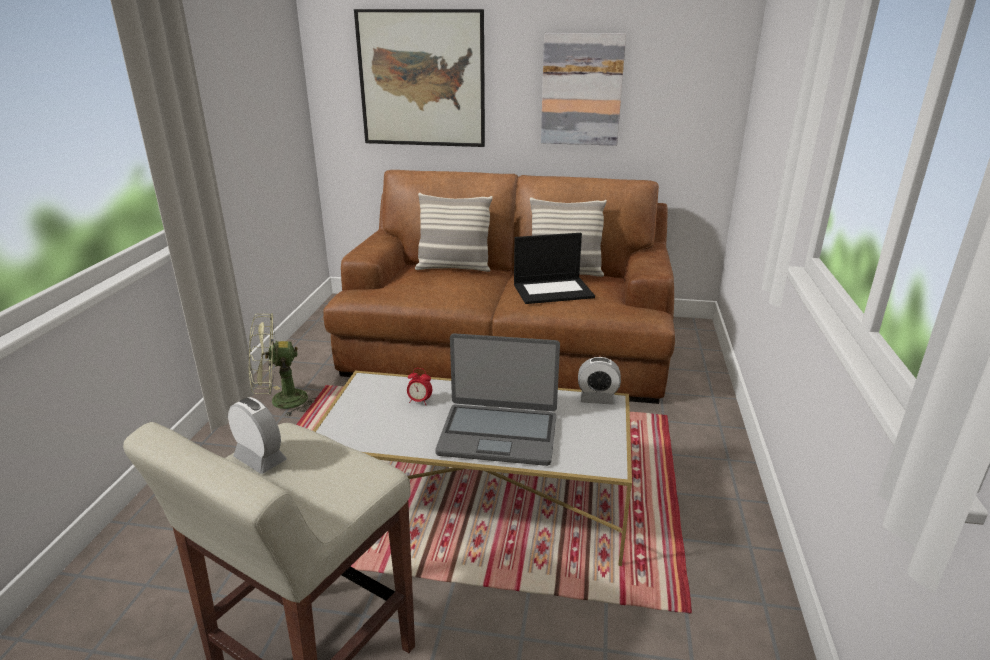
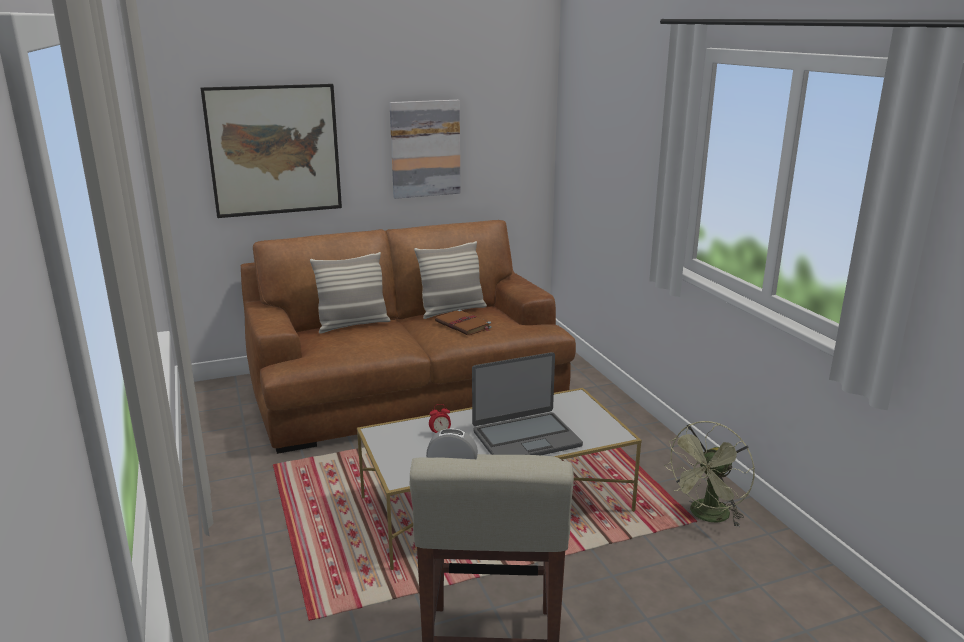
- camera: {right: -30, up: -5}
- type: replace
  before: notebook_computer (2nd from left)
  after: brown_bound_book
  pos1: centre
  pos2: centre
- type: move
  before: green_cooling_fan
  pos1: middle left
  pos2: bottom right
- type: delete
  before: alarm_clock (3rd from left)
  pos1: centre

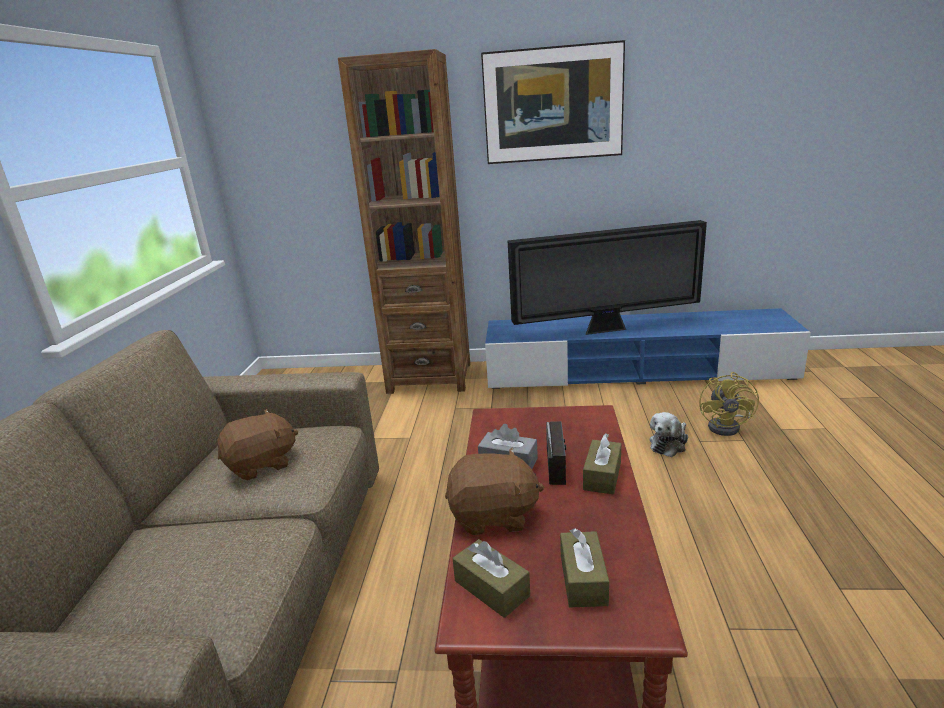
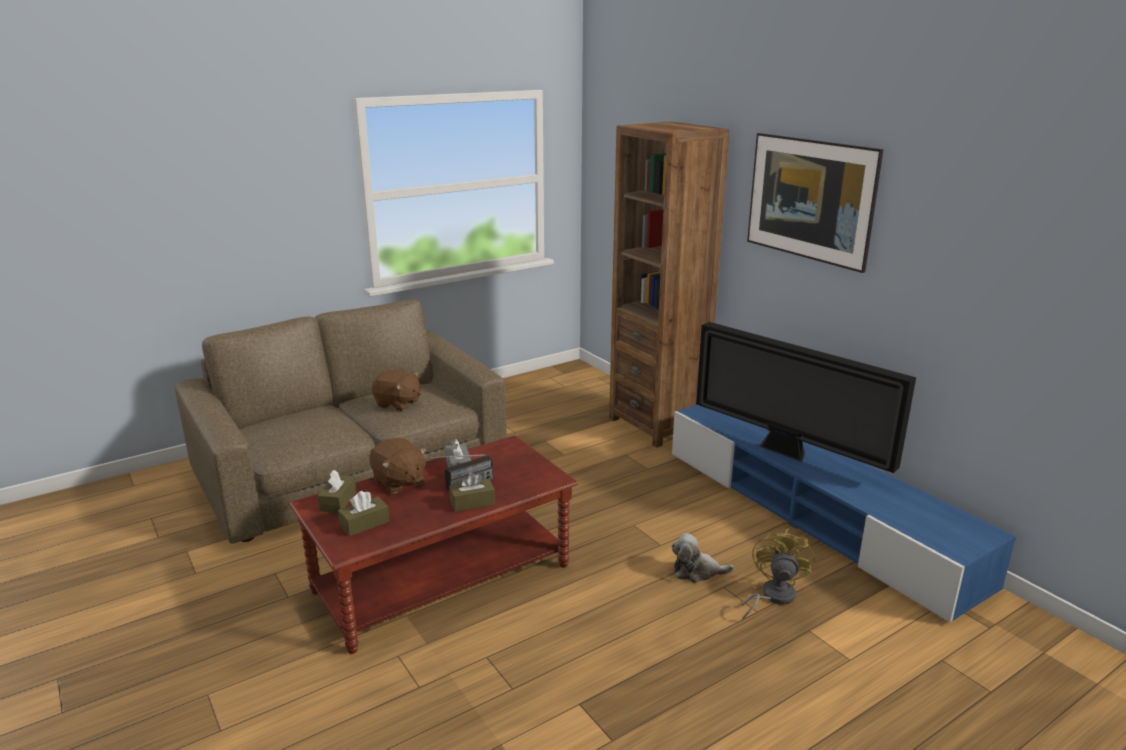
- camera: {right: 50, up: 0}
- type: rotate
  before: yellowish_cooling_fan
  pos1: middle right
  pos2: bottom right
  turn: 135

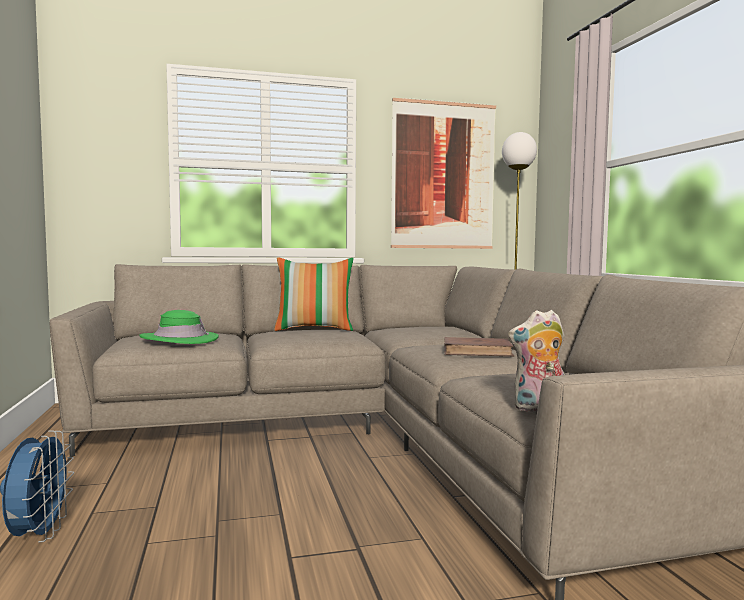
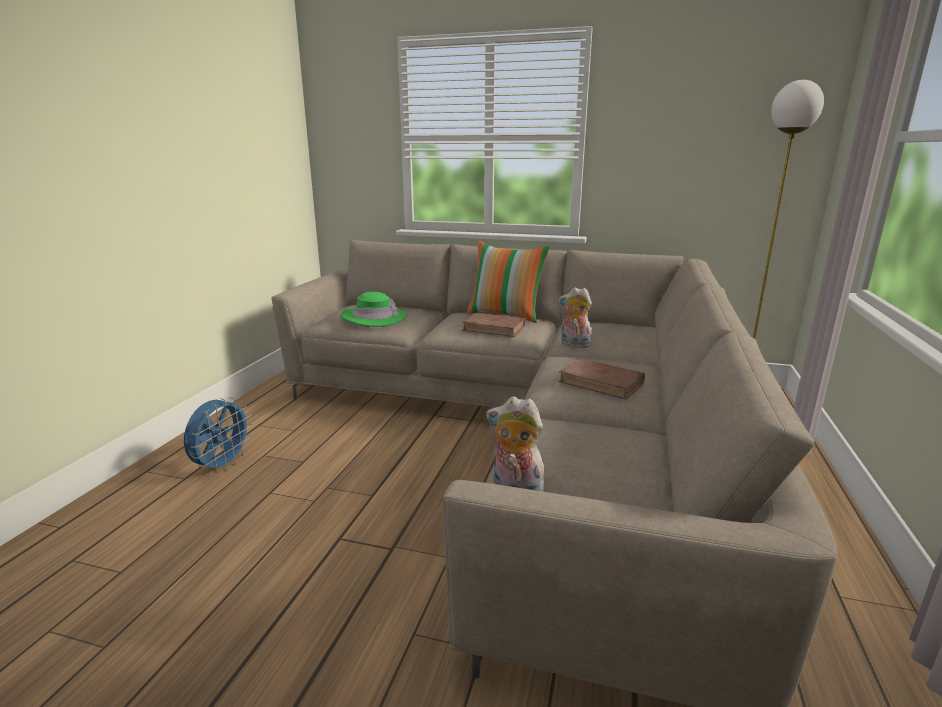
- camera: {right: 30, up: 15}
- type: insert
  after: brown_bound_book (1st from left)
  pos2: centre
- type: insert
  after: soft_toy (2nd from left)
  pos2: centre
- type: delete
  before: wall_picture
  pos1: top centre

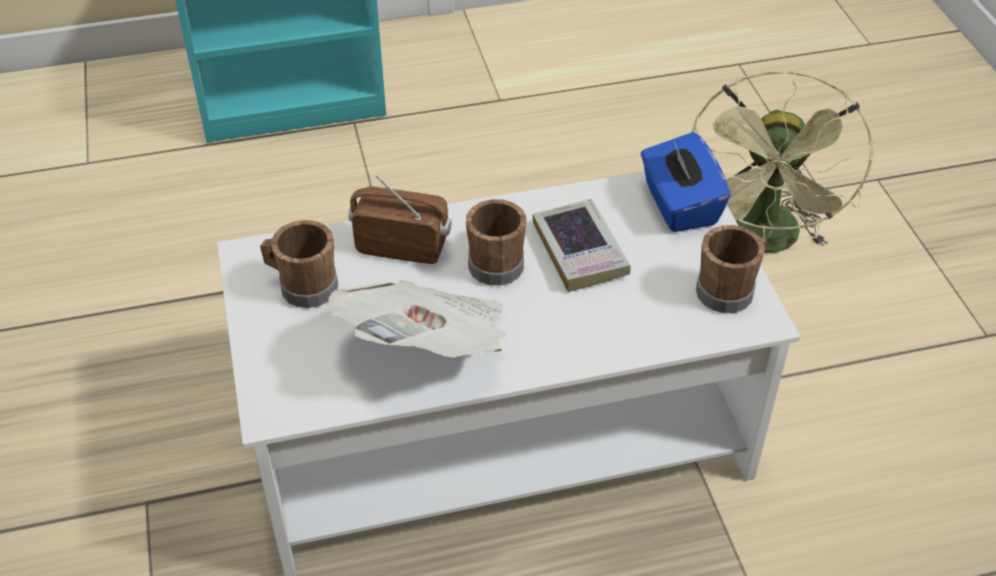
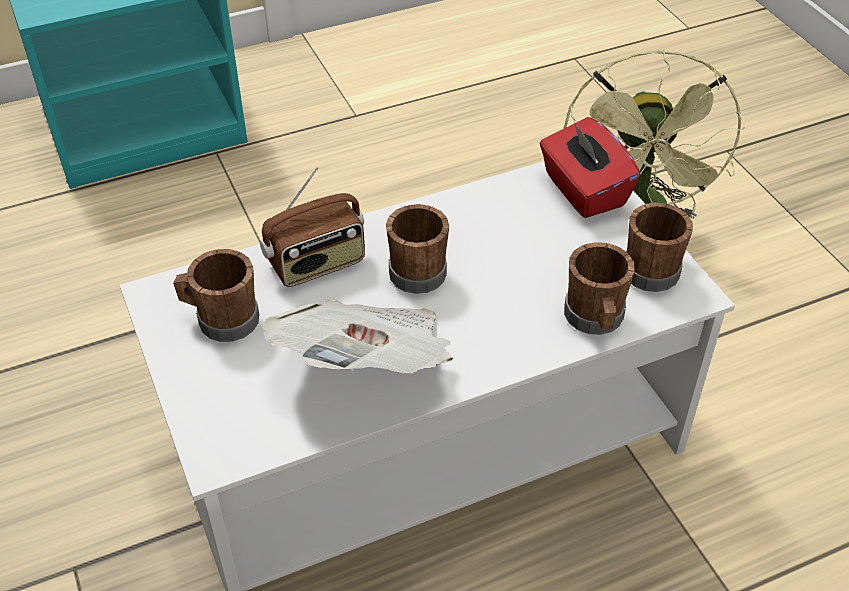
- camera: {right: -10, up: 0}
- type: rotate
  before: radio
  pos1: centre
  pos2: centre
  turn: 150
- type: recolor
  before: bluish_tissue_box
  after: red-coloured_tissue_box
  pos1: top right
  pos2: top right
- type: insert
  after: brown_mug (3rd from left)
  pos2: middle right
- type: delete
  before: bound_book
  pos1: centre

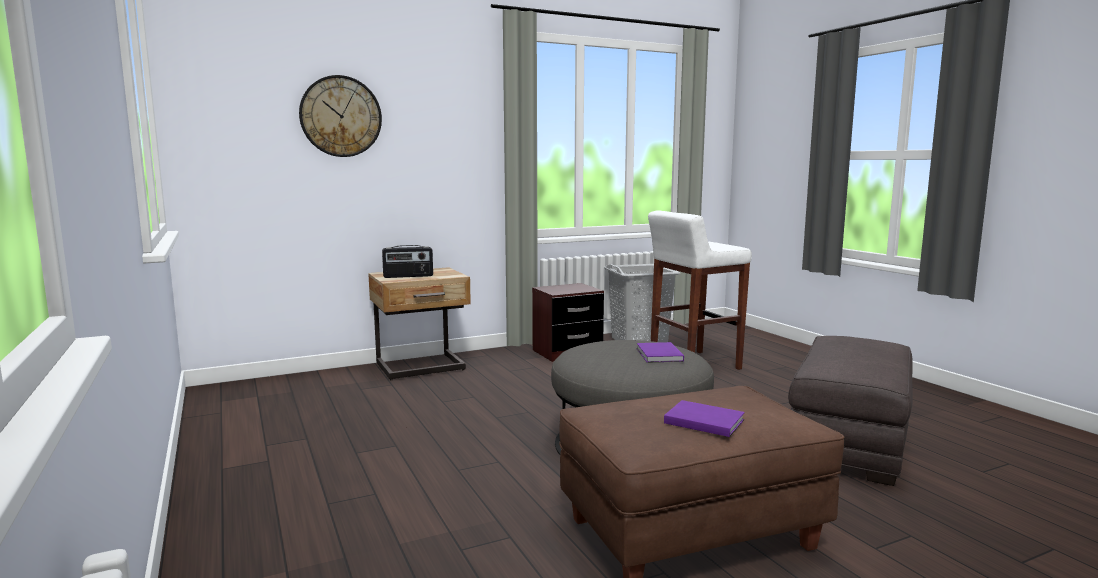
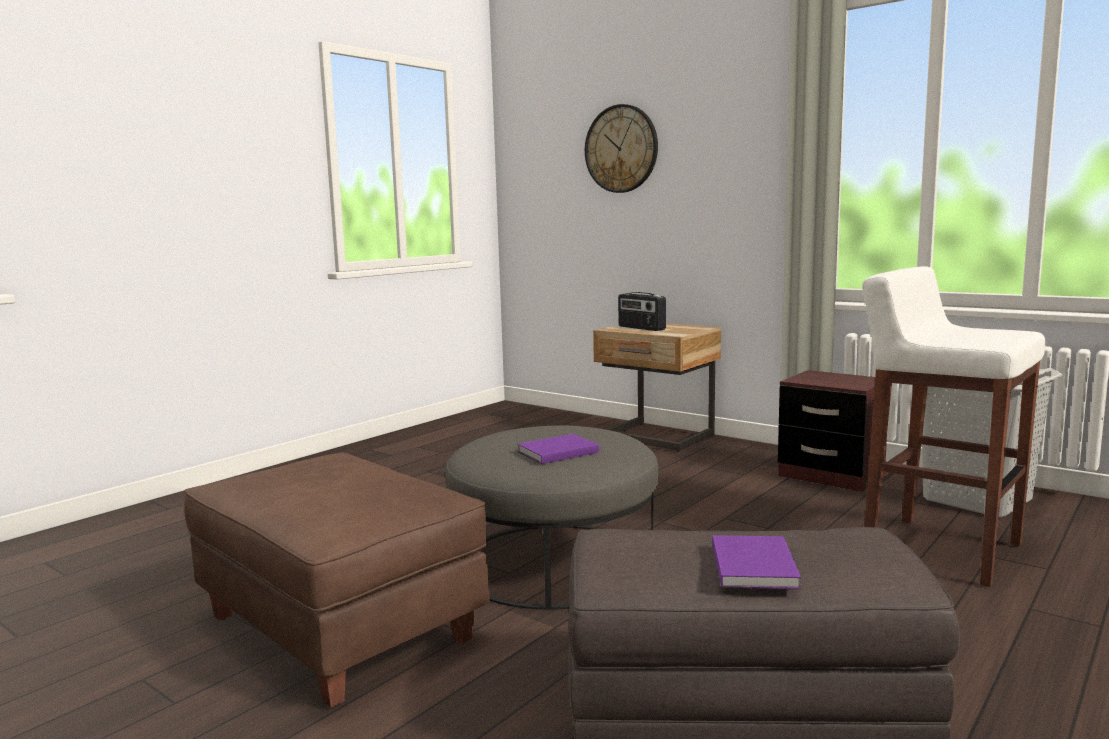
- camera: {right: 65, up: 0}
- type: move
  before: purple-coloured_bound_book (2nd from left)
  pos1: bottom centre
  pos2: bottom right

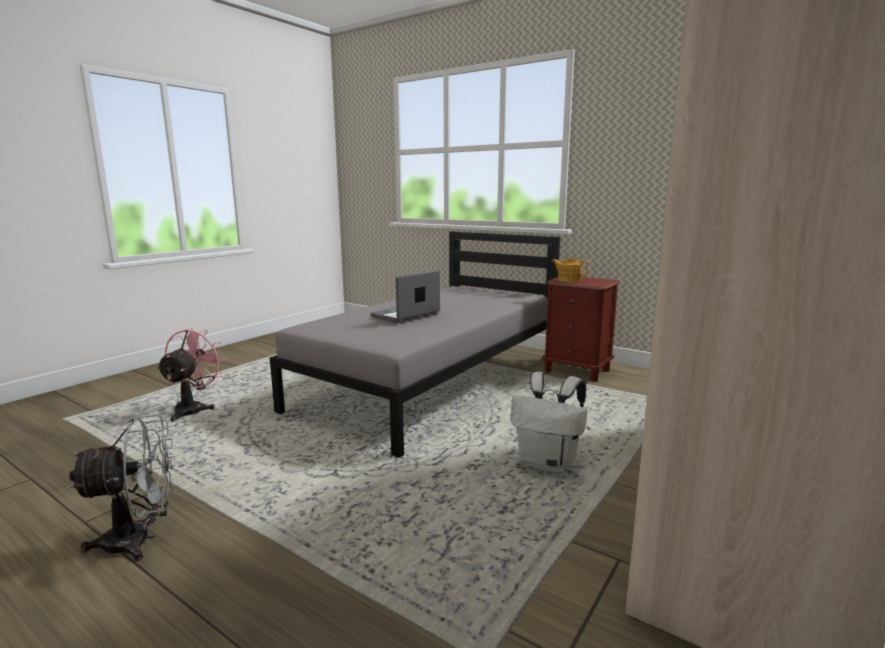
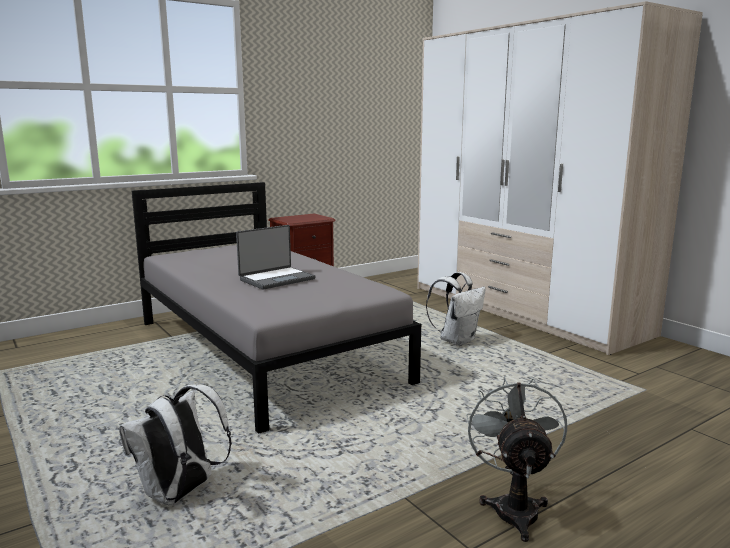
- camera: {right: -70, up: 0}
- type: replace
  before: pink-coloured_cooling_fan
  after: white-coloured_knapsack (1st from left)
  pos1: middle left
  pos2: bottom left
- type: rotate
  before: notebook_computer
  pos1: centre
  pos2: centre
  turn: -105
- type: delete
  before: teapot
  pos1: centre

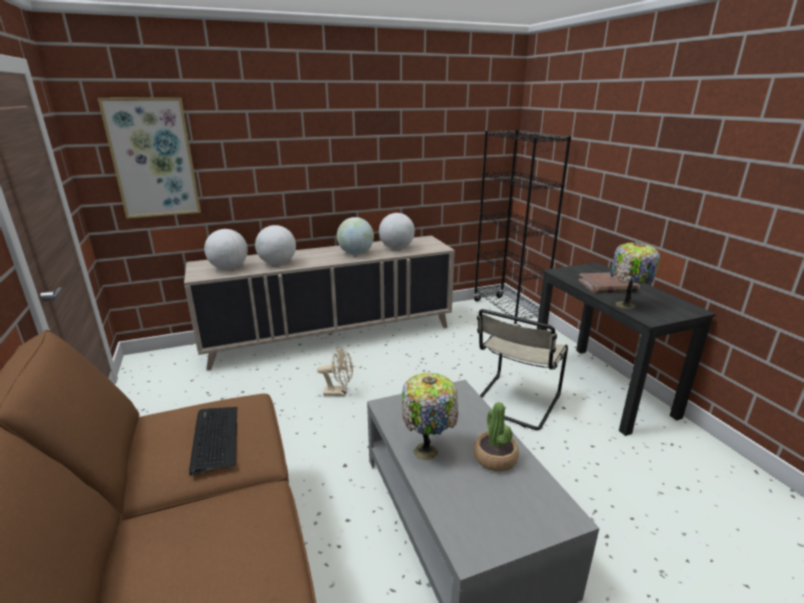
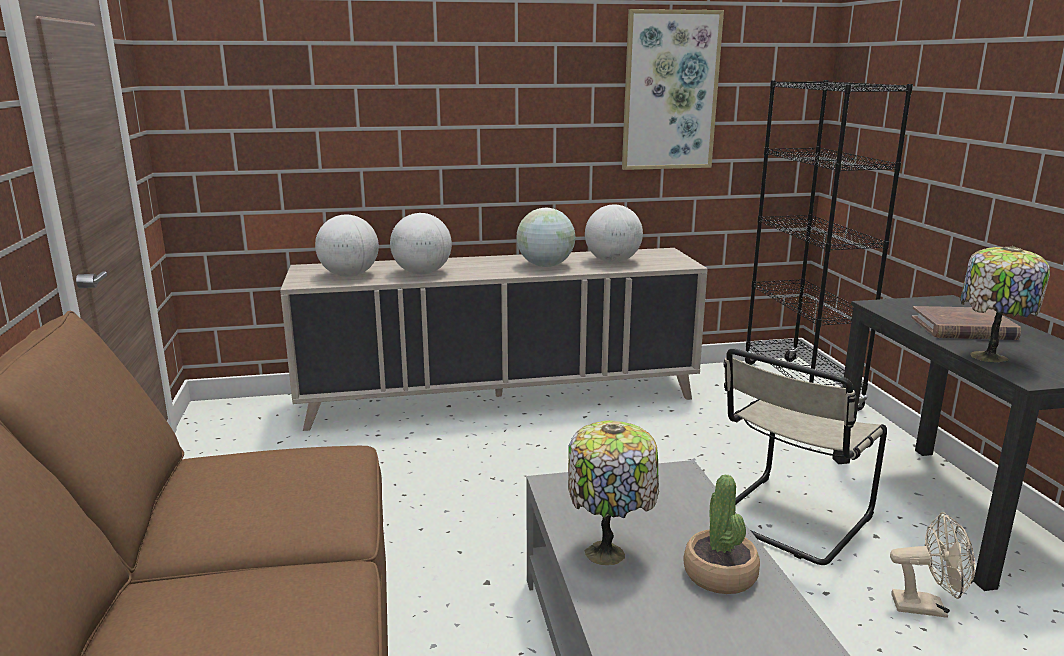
- camera: {right: 10, up: -5}
- type: move
  before: wall_picture
  pos1: top left
  pos2: top centre
- type: move
  before: beige_cooling_fan
  pos1: centre
  pos2: bottom right
- type: delete
  before: keyboard
  pos1: bottom left

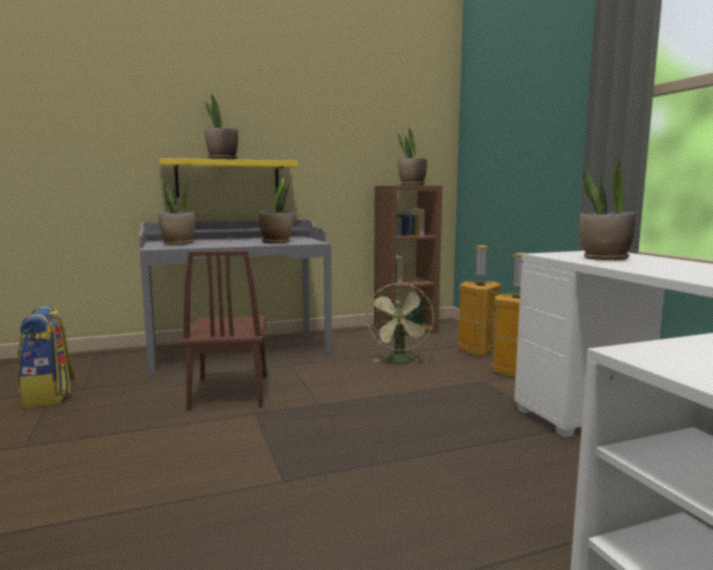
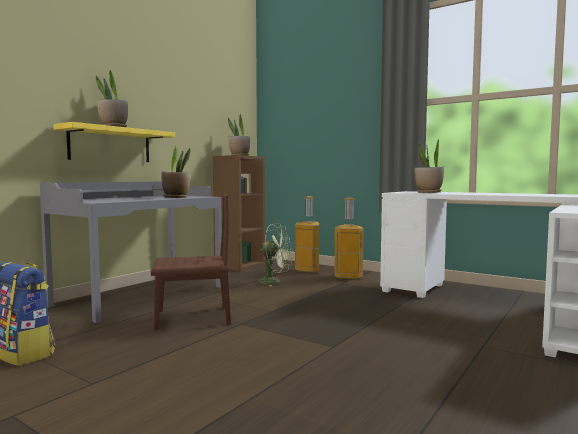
- camera: {right: -35, up: -5}
- type: rotate
  before: brown_chair
  pos1: middle left
  pos2: middle left
  turn: -60
- type: rotate
  before: green_cooling_fan
  pos1: centre
  pos2: centre
  turn: -45
- type: delete
  before: plant_in_a_pot (1st from left)
  pos1: middle left

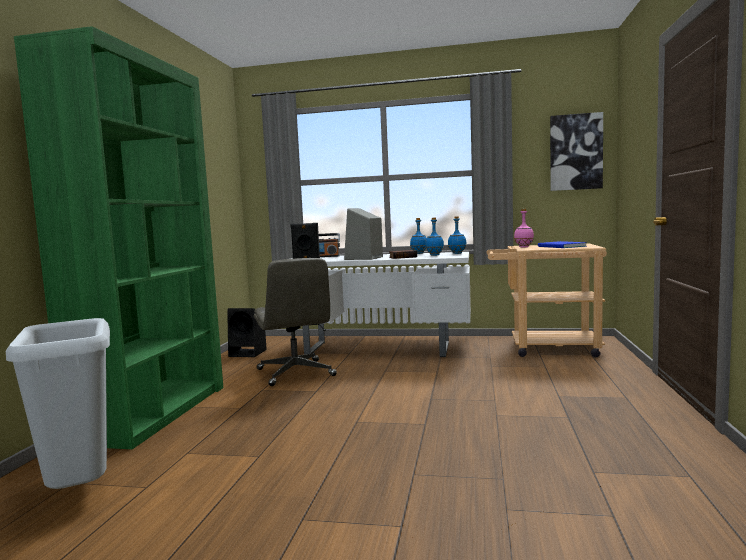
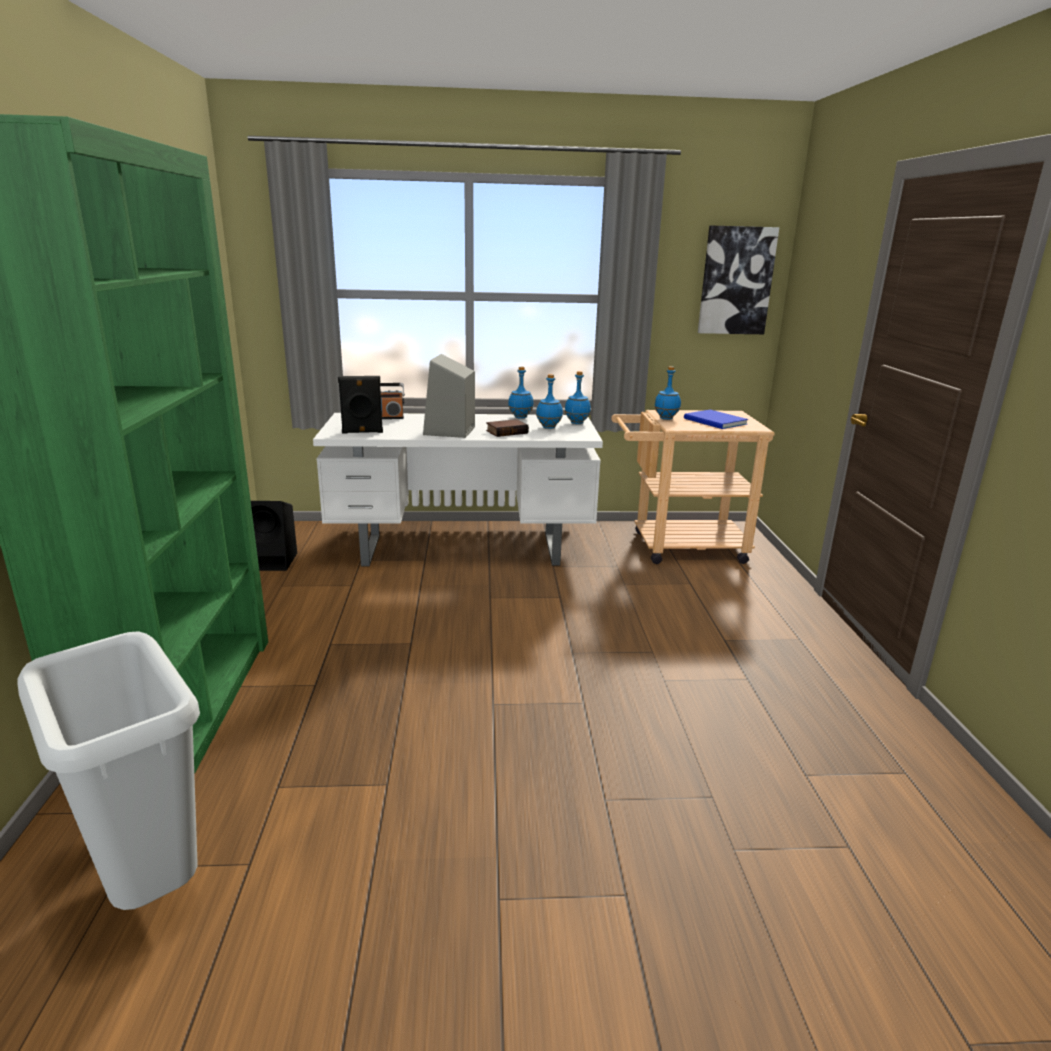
- camera: {right: -15, up: 15}
- type: recolor
  before: pink-coloured_bottle
  after: bluish_bottle (4th from left)
  pos1: middle right
  pos2: centre
- type: delete
  before: greyish_computer_chair
  pos1: centre

